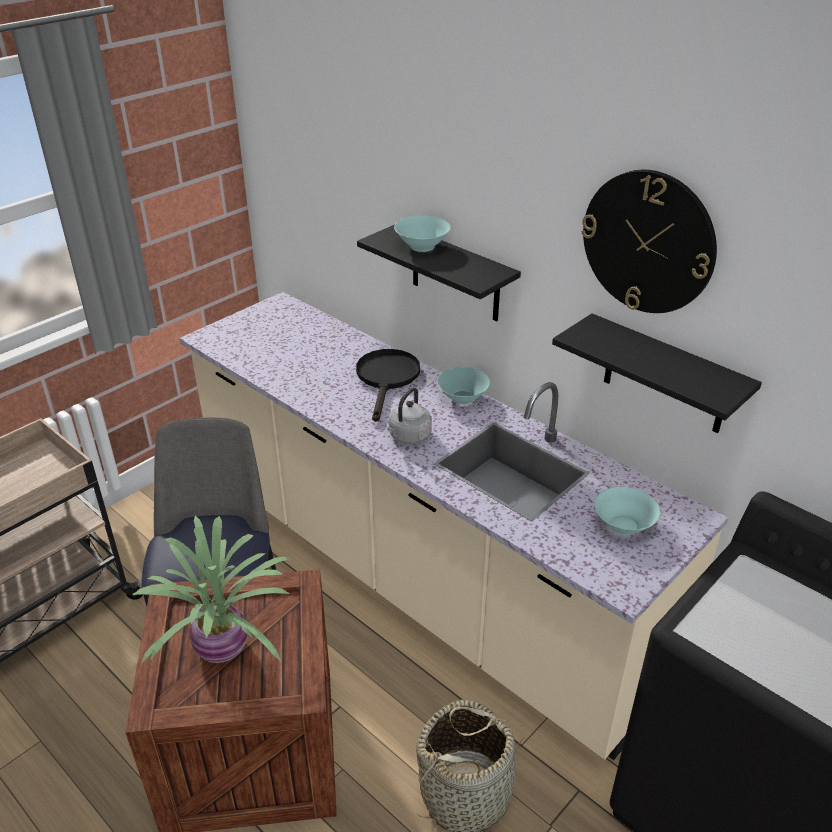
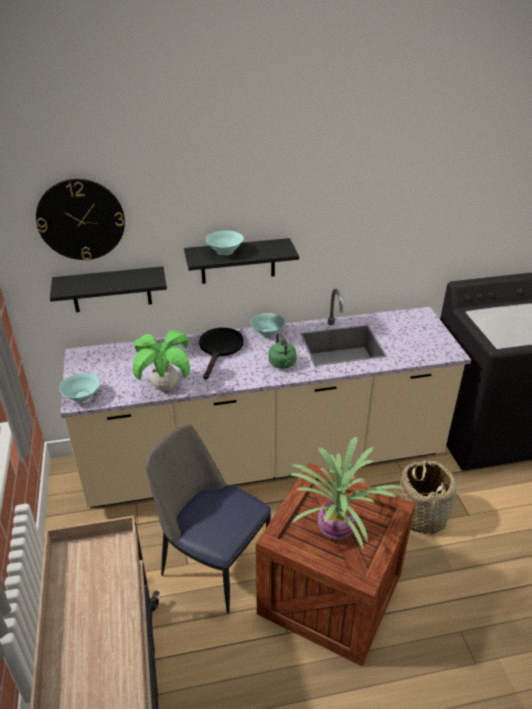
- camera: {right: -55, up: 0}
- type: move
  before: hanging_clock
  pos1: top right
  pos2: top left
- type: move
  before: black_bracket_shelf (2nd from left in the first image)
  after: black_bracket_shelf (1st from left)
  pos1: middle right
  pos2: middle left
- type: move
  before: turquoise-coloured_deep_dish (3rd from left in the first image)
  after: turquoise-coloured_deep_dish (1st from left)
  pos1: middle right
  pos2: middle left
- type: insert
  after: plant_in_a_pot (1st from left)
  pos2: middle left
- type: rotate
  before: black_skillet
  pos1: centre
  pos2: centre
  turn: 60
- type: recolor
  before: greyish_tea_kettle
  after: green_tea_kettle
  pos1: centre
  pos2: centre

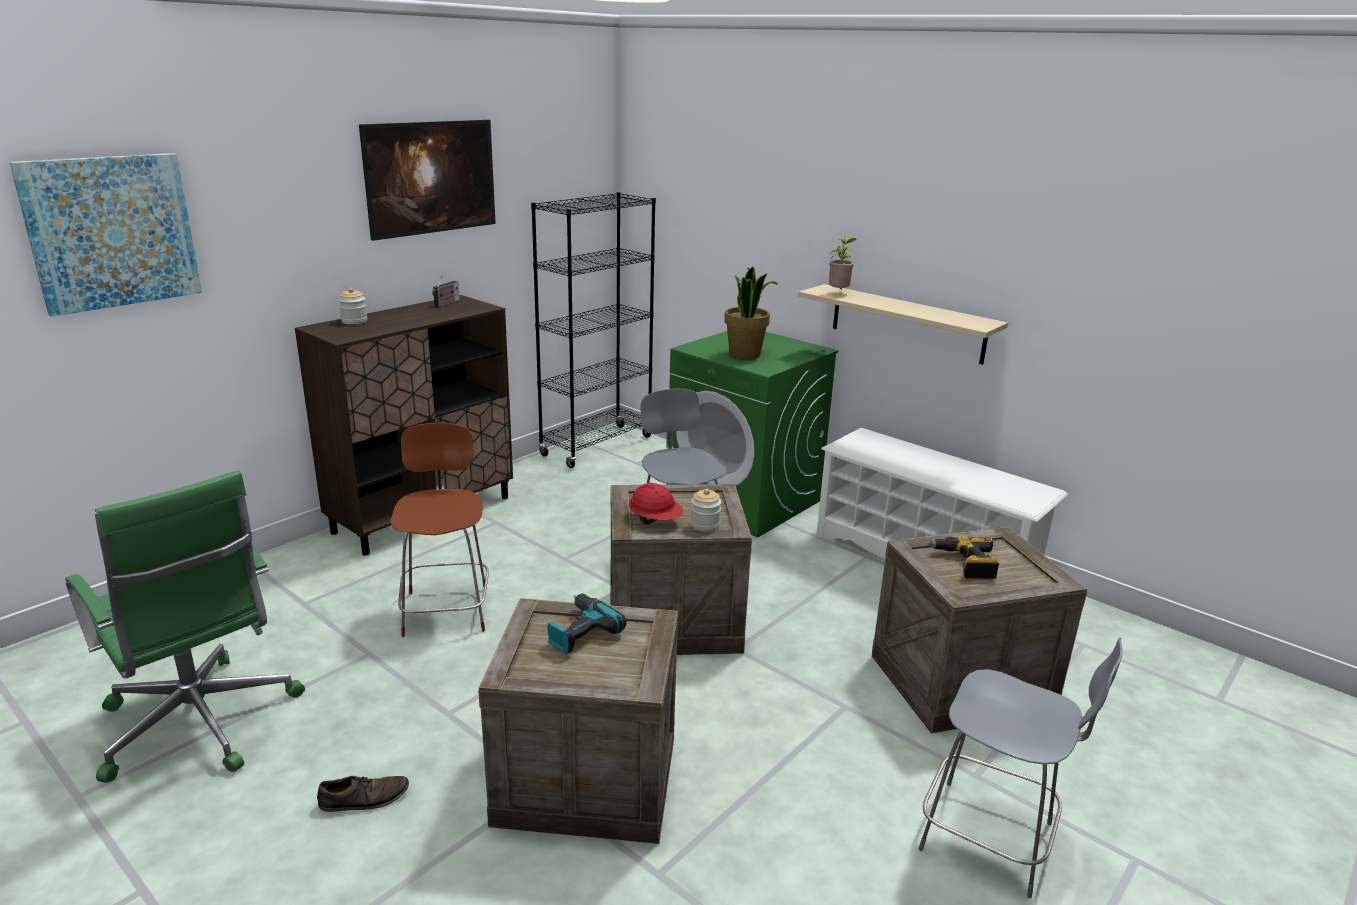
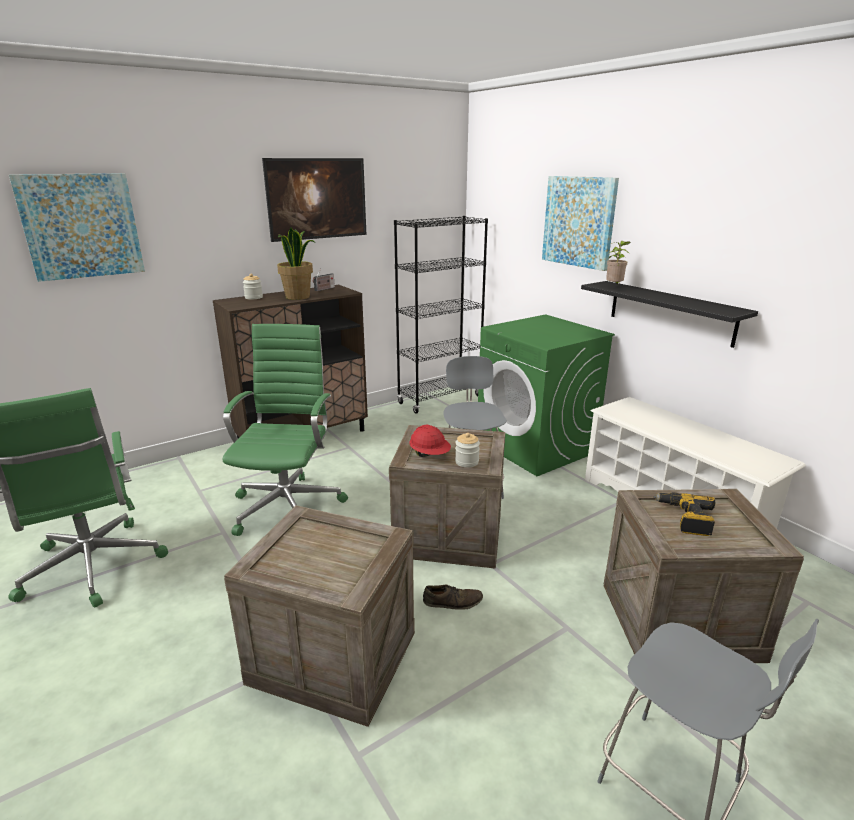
- camera: {right: 15, up: 0}
- type: replace
  before: brown_sitting_stool
  after: green_computer_chair (2nd from left)
  pos1: middle left
  pos2: centre
- type: move
  before: plant_in_a_pot (1st from left)
  pos1: centre
  pos2: top centre
- type: move
  before: brown_shoe
  pos1: bottom left
  pos2: bottom centre
- type: insert
  after: wall_picture (3rd from left)
  pos2: top right
- type: recolor
  before: beige_bracket_shelf
  after: black_bracket_shelf
  pos1: centre
  pos2: middle right
- type: delete
  before: electric_drill (1st from left)
  pos1: bottom centre

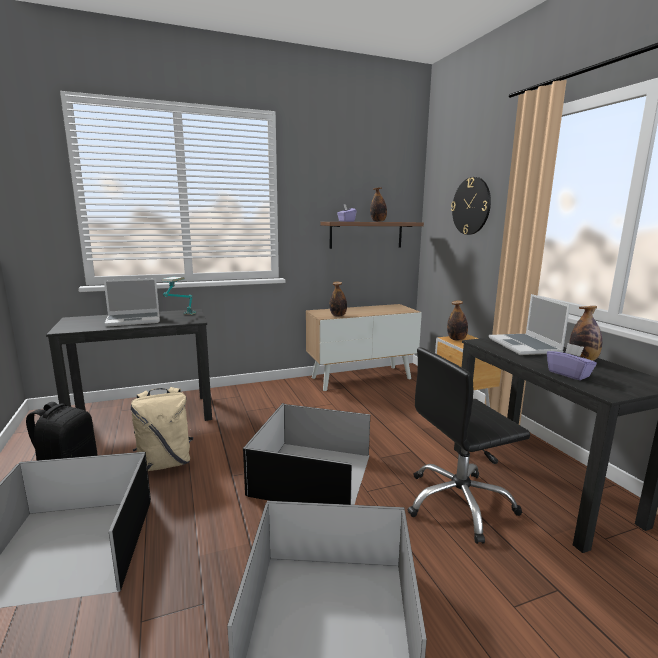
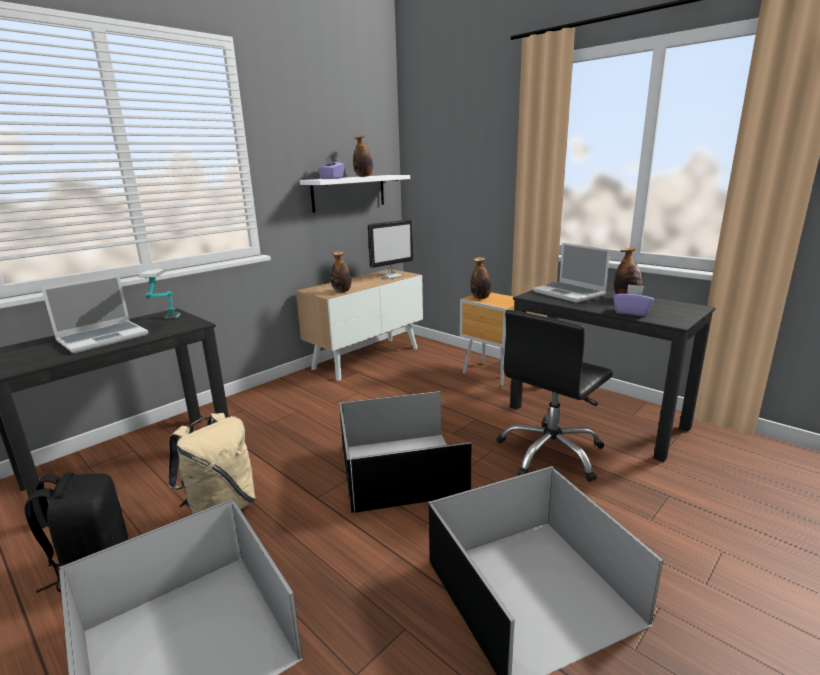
- camera: {right: -25, up: 5}
- type: recolor
  before: brown_bracket_shelf
  after: white-coloured_bracket_shelf
  pos1: centre
  pos2: top centre
- type: insert
  after: computer_display
  pos2: centre
- type: delete
  before: hanging_clock
  pos1: top right

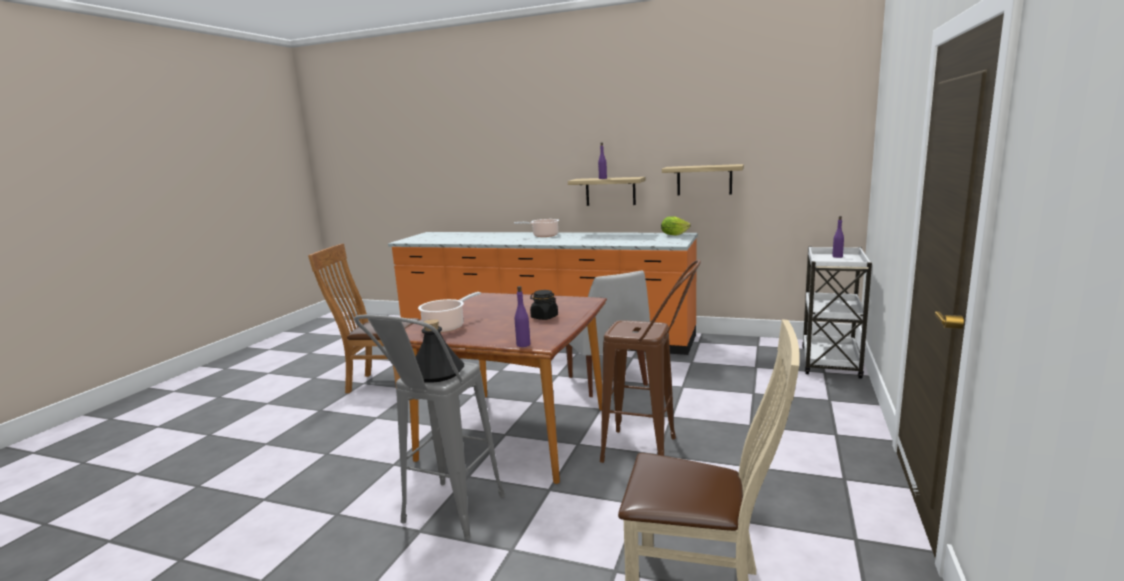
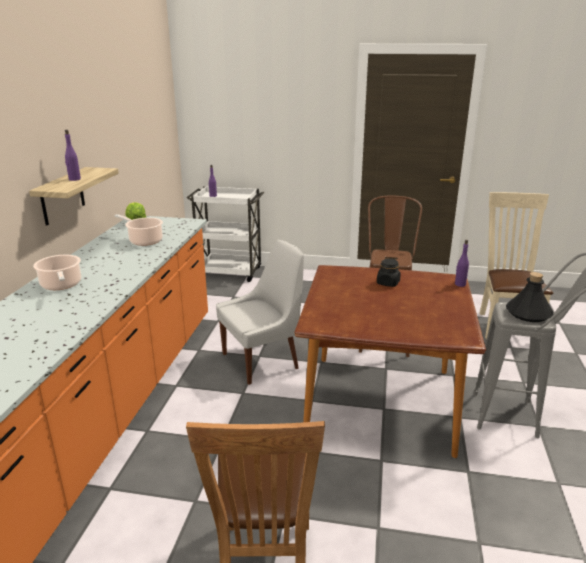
- camera: {right: -100, up: 10}
- type: move
  before: cooking_pot (1st from left in the first image)
  after: cooking_pot (2nd from left)
  pos1: centre
  pos2: middle left
- type: delete
  before: bracket_shelf (2nd from left)
  pos1: top centre

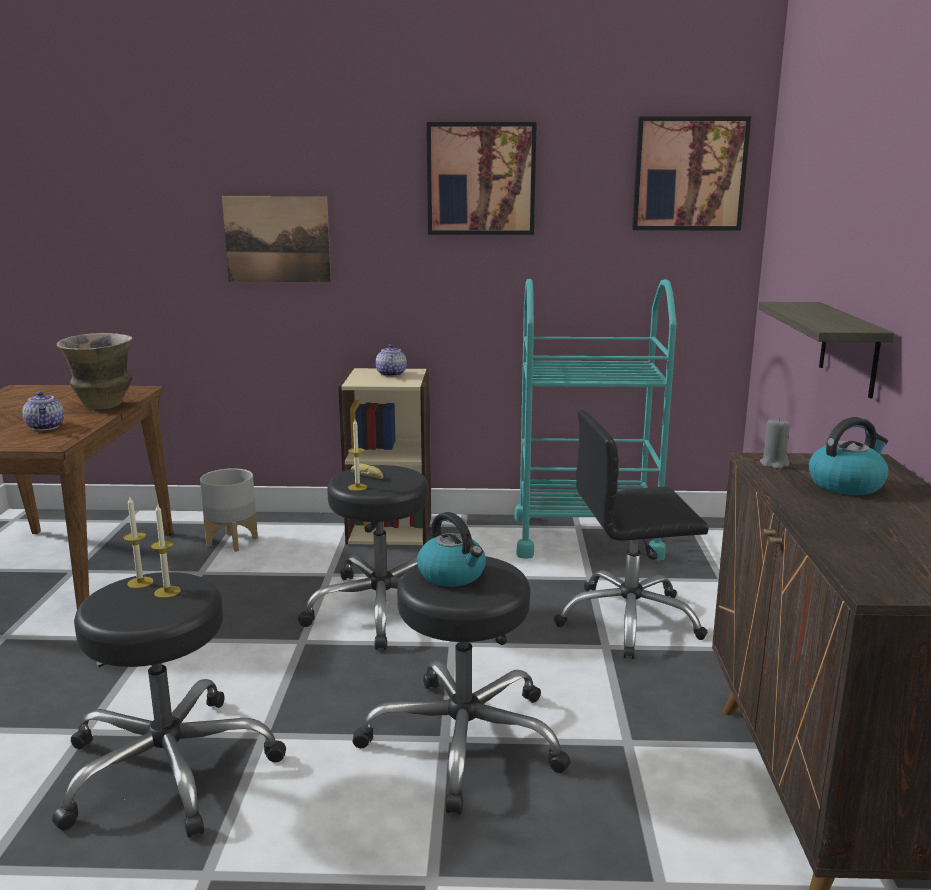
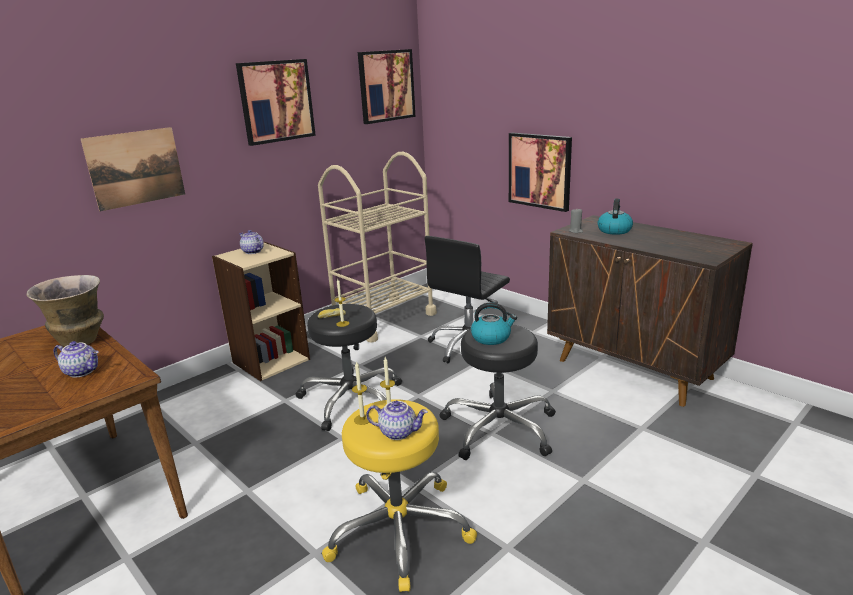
- camera: {right: -45, up: 5}
- type: recolor
  before: turquoise-coloured_trolley
  after: beige_trolley
  pos1: centre
  pos2: centre
- type: recolor
  before: black_sitting_stool (1st from left)
  after: yellowish_sitting_stool
  pos1: bottom left
  pos2: bottom centre
- type: insert
  after: teapot (3rd from left)
  pos2: bottom centre
- type: replace
  before: bracket_shelf
  after: wall_picture (4th from left)
  pos1: middle right
  pos2: top centre
- type: delete
  before: greyish_flower_pot
  pos1: middle left

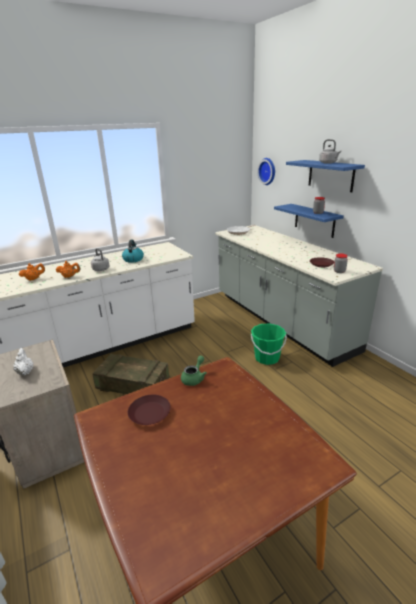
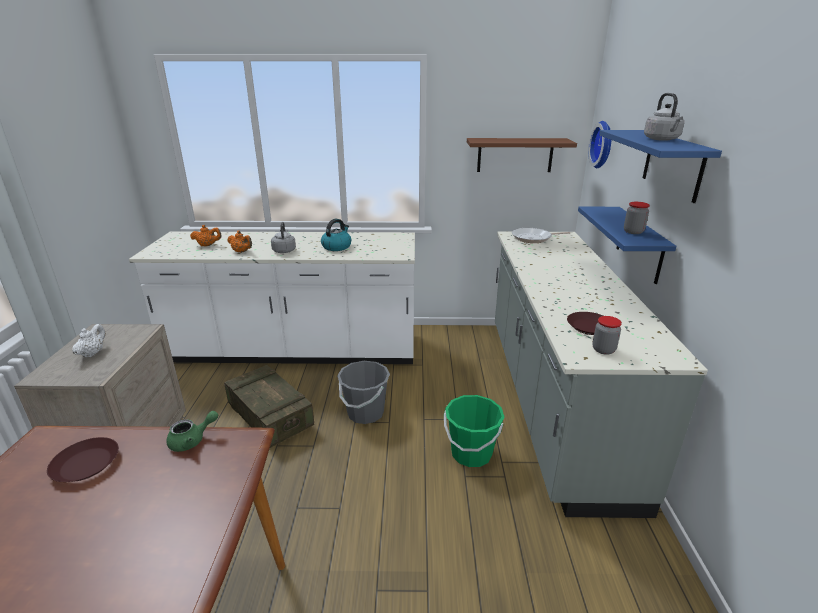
- camera: {right: 30, up: 0}
- type: insert
  after: greyish_bucket
  pos2: centre
- type: insert
  after: brown_bracket_shelf
  pos2: top centre

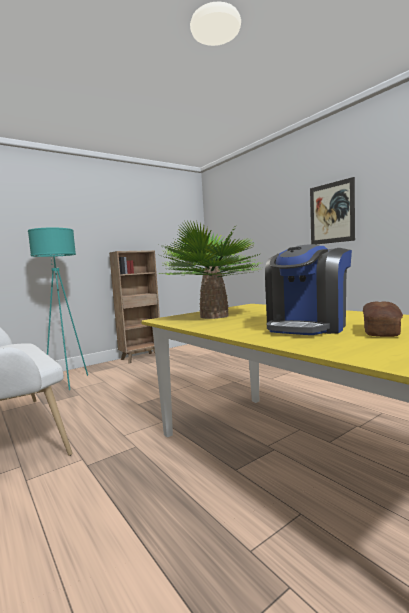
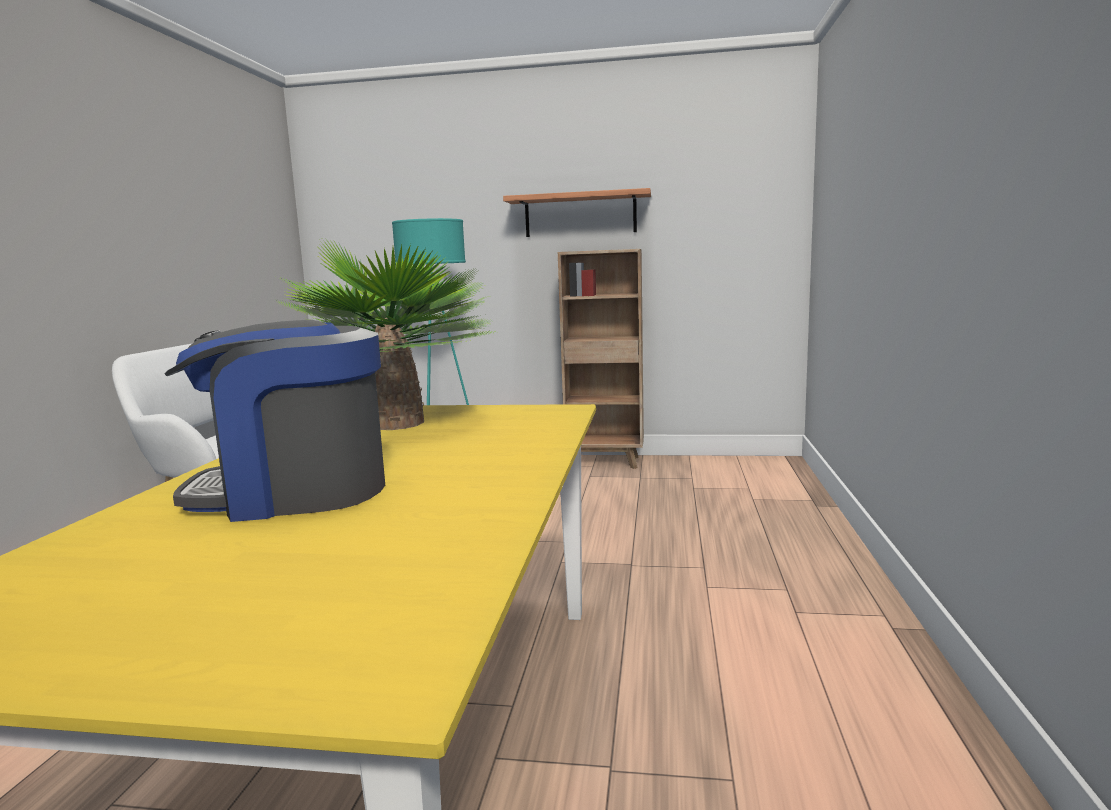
- camera: {right: 45, up: 5}
- type: insert
  after: bracket_shelf
  pos2: top centre
- type: delete
  before: wall_picture
  pos1: middle right
- type: delete
  before: baked_bread
  pos1: middle right

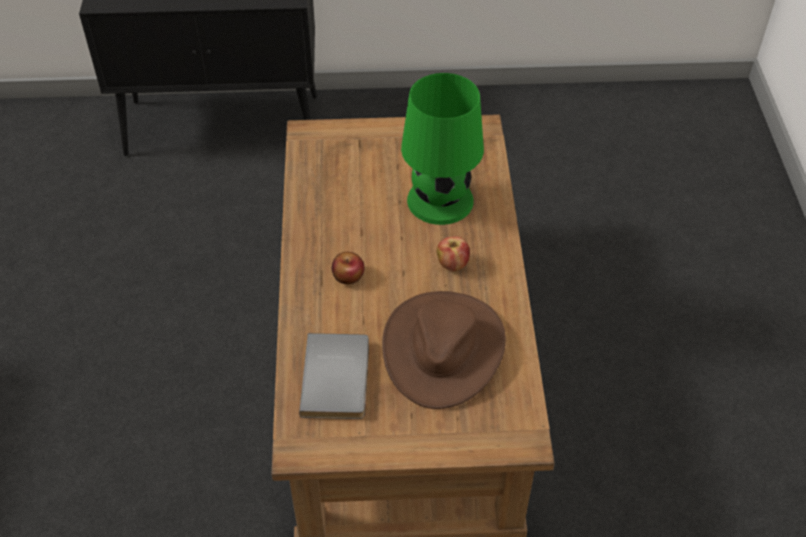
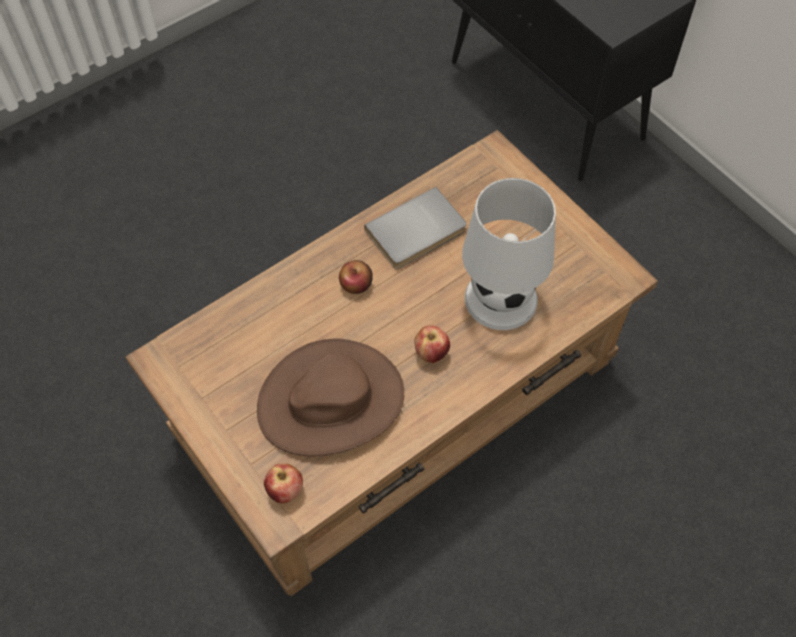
- camera: {right: 55, up: 10}
- type: insert
  after: apple_fruit (1st from left)
  pos2: bottom centre
- type: move
  before: greyish_bound_book
  pos1: bottom centre
  pos2: centre
- type: recolor
  before: green_lamp_for_a_table
  after: white-coloured_lamp_for_a_table
  pos1: top centre
  pos2: centre

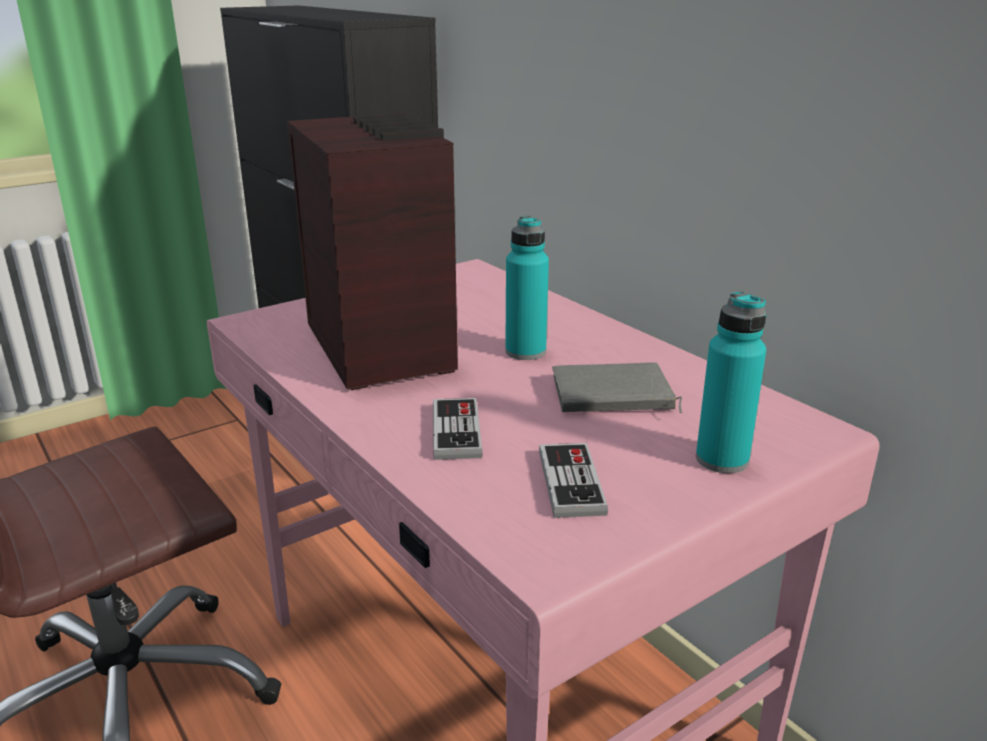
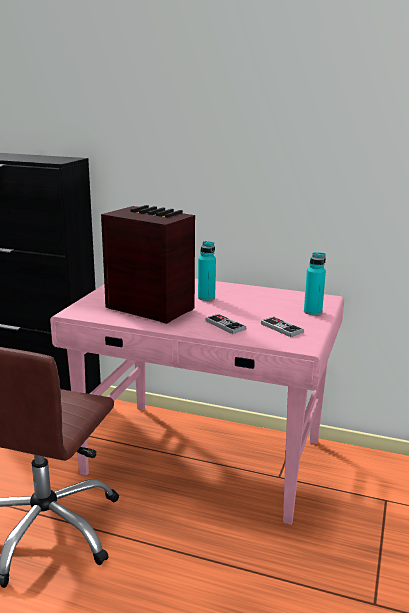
- camera: {right: -35, up: -5}
- type: delete
  before: greyish_bound_book
  pos1: centre

